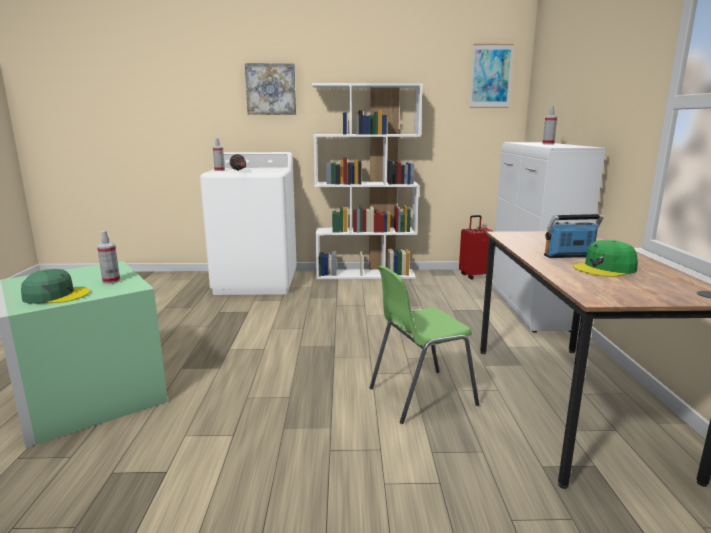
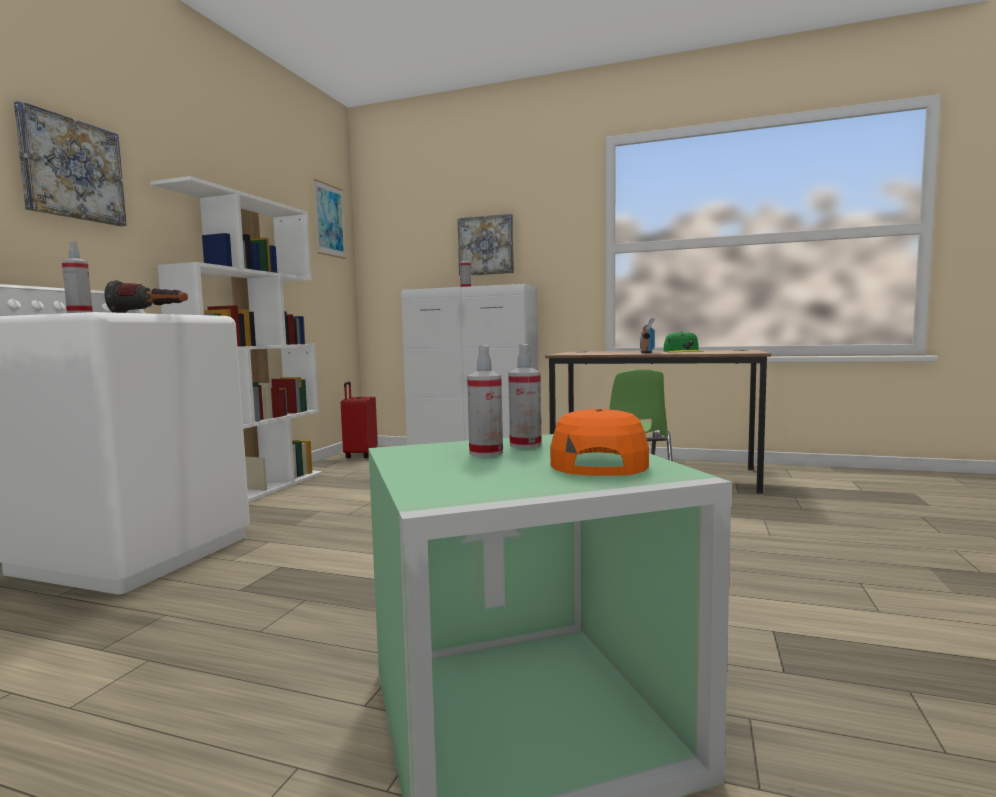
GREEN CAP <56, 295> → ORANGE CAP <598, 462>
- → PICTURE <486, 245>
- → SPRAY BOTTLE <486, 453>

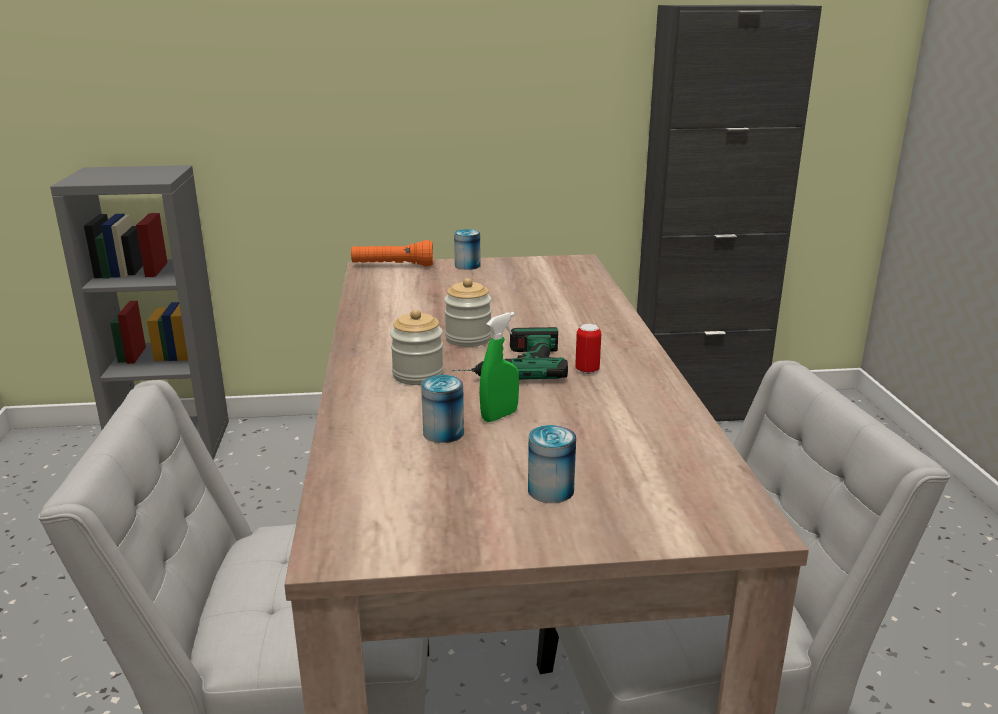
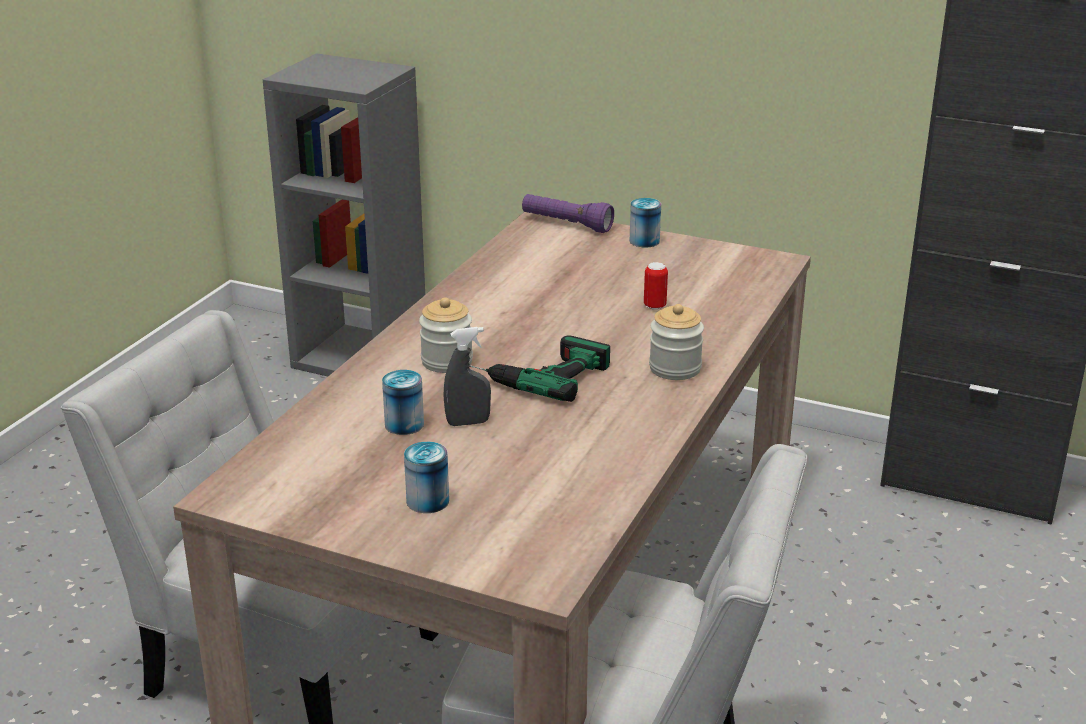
ORANGE FLASHLIGHT <392, 266> → PURPLE FLASHLIGHT <566, 224>
JAR <468, 338> → JAR <675, 368>, move
GREEN SPRAY BOTTLE <499, 416> → GREY SPRAY BOTTLE <468, 422>
CAN <587, 370> → CAN <654, 306>, move

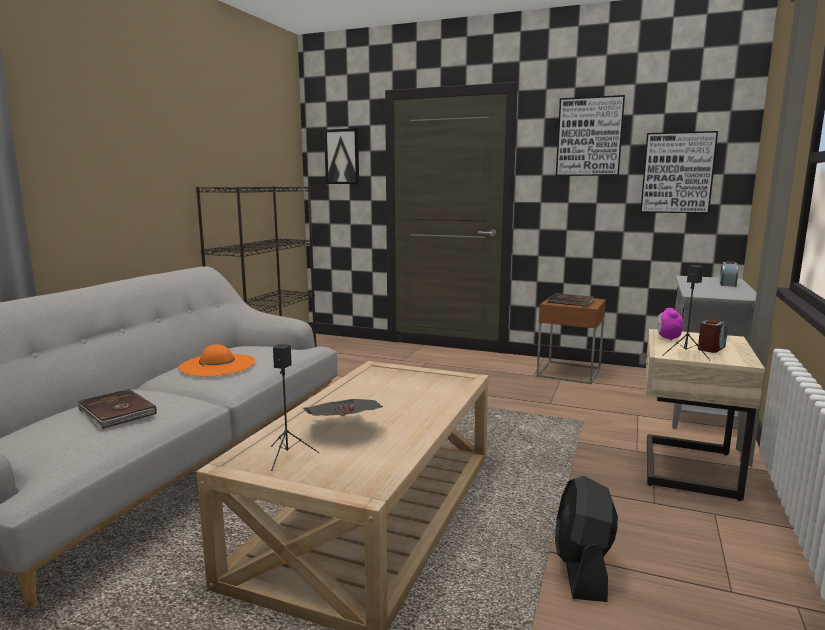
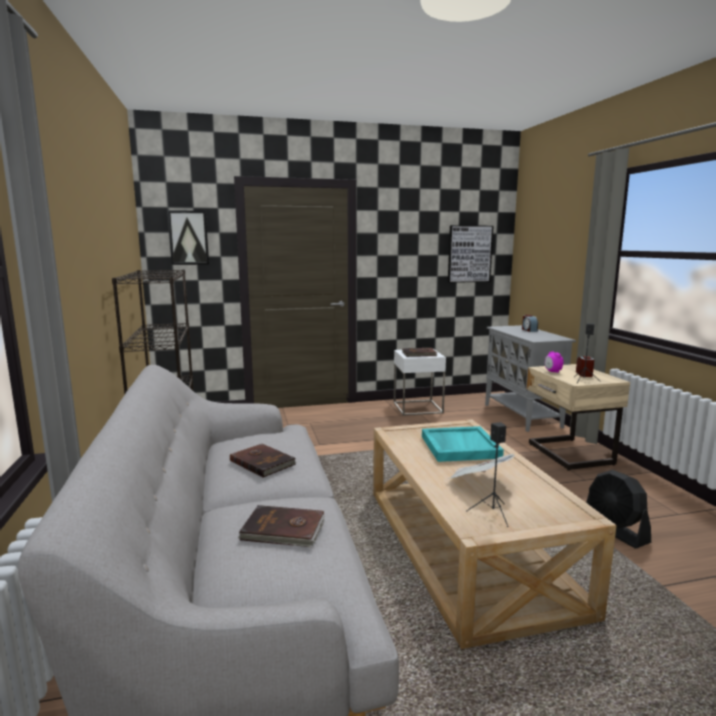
PICTURE <589, 137> → -
BROWN SIDE TABLE <569, 372> → WHITE SIDE TABLE <417, 407>
ORANGE HAT <217, 365> → BROWN BOOK <263, 462>
- → TURQUOISE TRAY <459, 446>

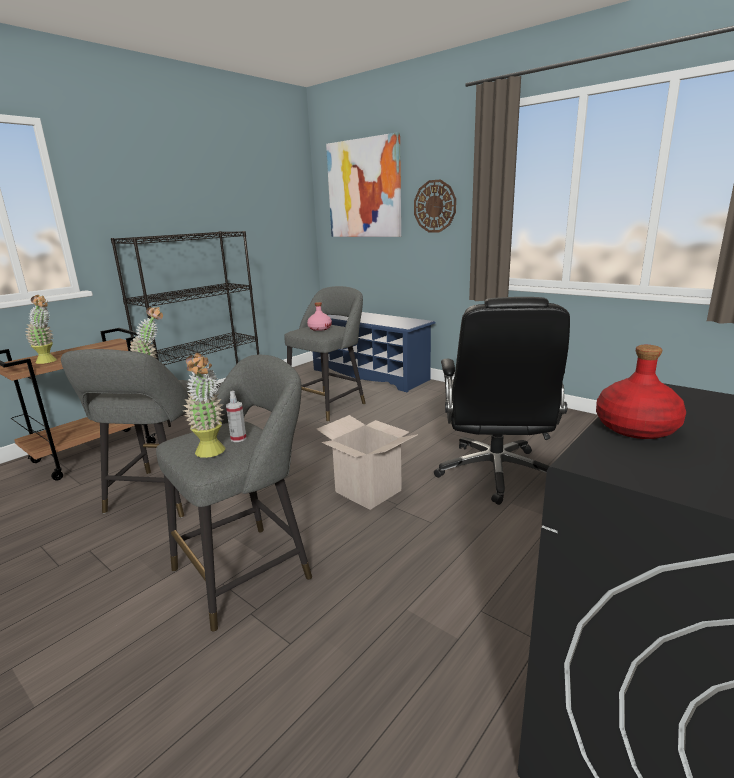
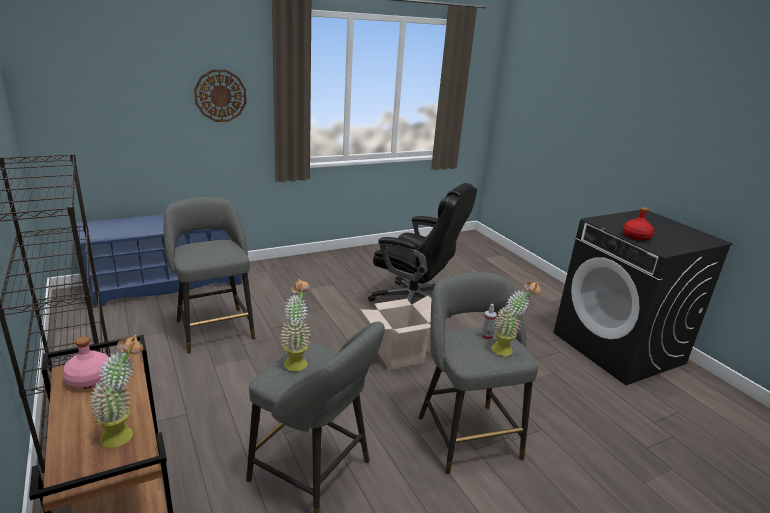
PICTURE <364, 189> → -
PINK BOTTLE <319, 328> → PINK BOTTLE <89, 379>, move

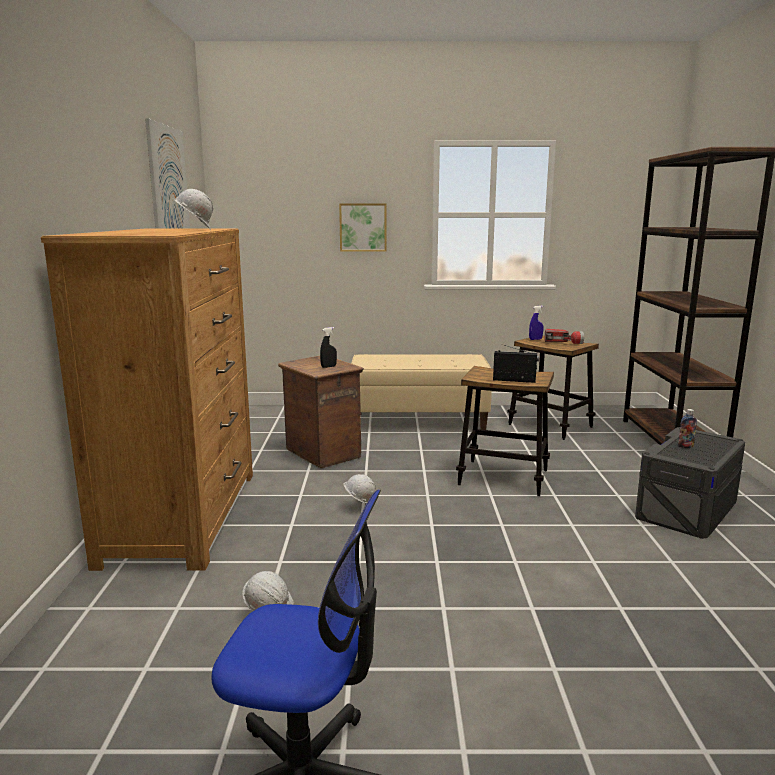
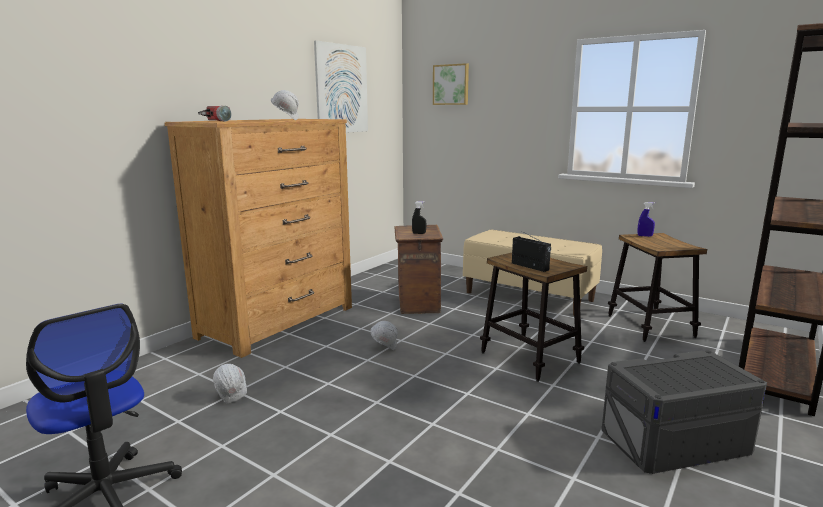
PICTURE <363, 227> → PICTURE <451, 84>, move
FLASHLIGHT <563, 343> → FLASHLIGHT <218, 121>, move
BOTTLE <685, 446> → -

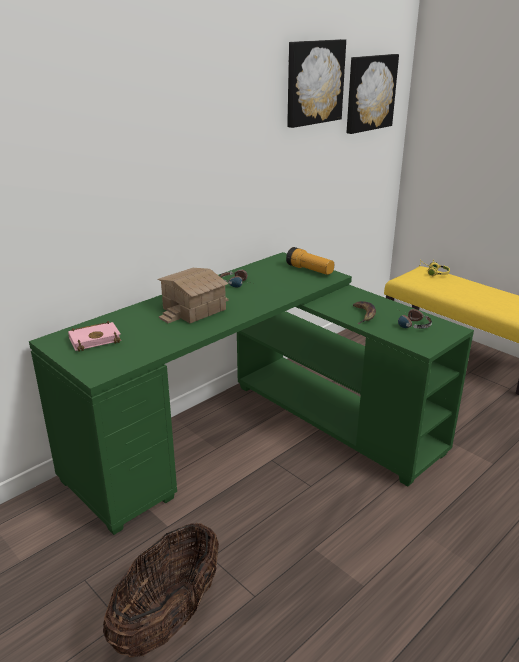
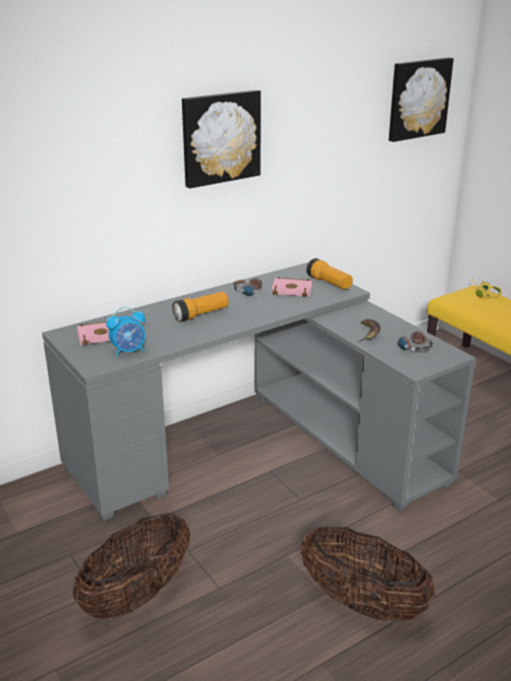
PICTURE <313, 82> → PICTURE <220, 137>, move
GREEN DESK <256, 436> → GREY DESK <260, 447>
TOY HOUSE <195, 309> → FLASHLIGHT <201, 315>
- → PINK BOOK <293, 290>
- → ALARM CLOCK <129, 351>
- → BASKET <362, 603>

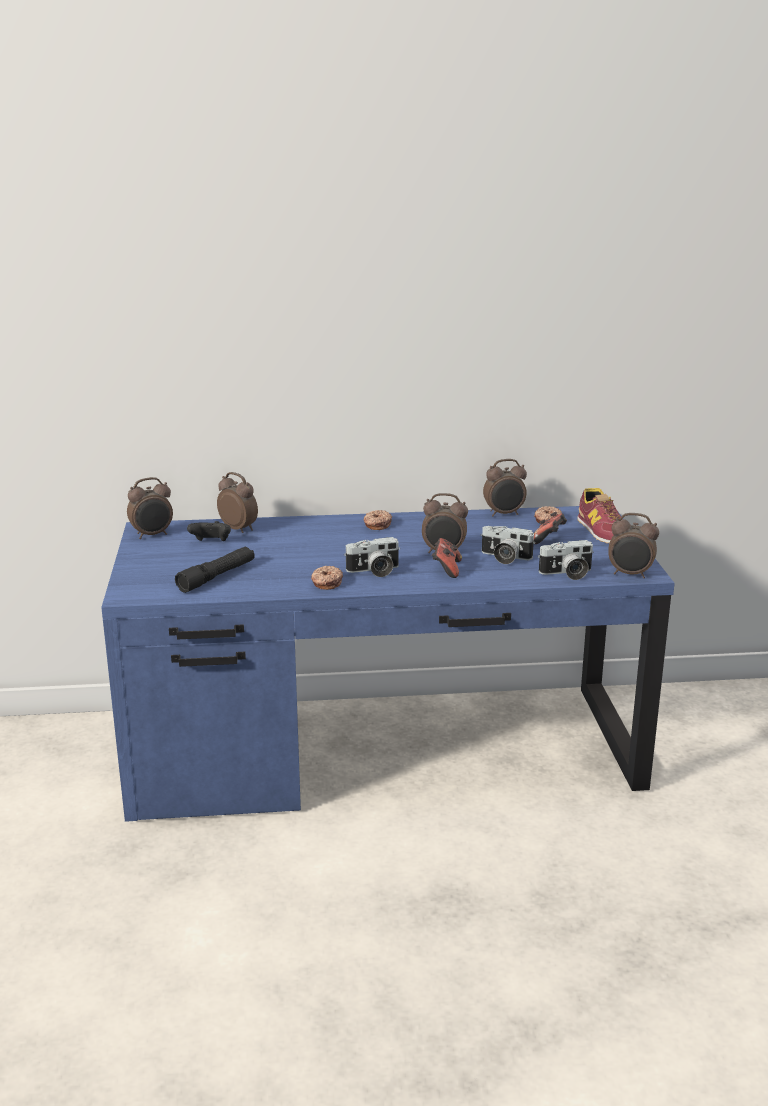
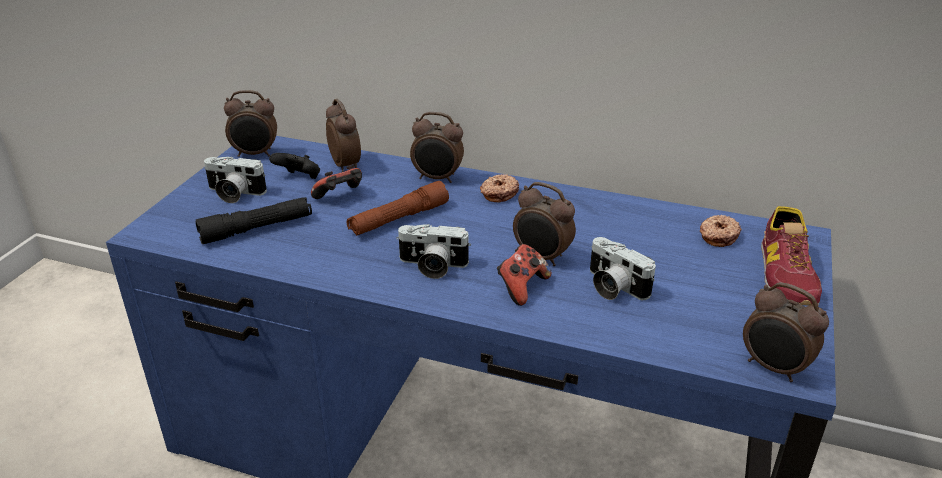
ALARM CLOCK <504, 514> → ALARM CLOCK <437, 178>, move
GAME CONTROLLER <548, 540> → GAME CONTROLLER <340, 197>, move
PHOTO CAMERA <567, 574> → PHOTO CAMERA <234, 194>, move
DONUT <326, 583> → -
- → BROWN FLASHLIGHT <399, 219>

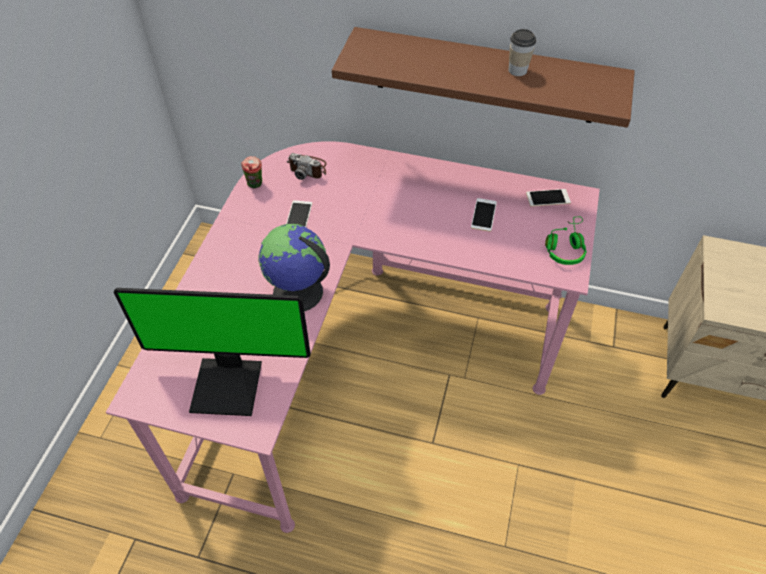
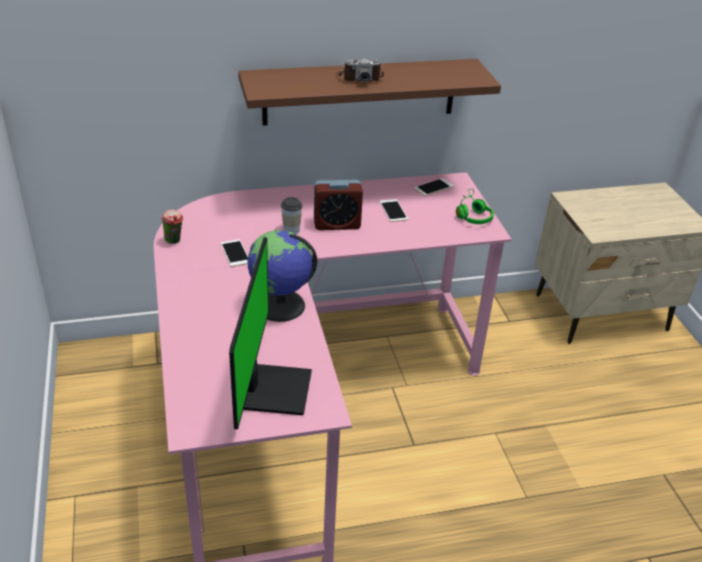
CUP <517, 70> → CUP <291, 230>, move
PHOTO CAMERA <308, 168> → PHOTO CAMERA <359, 78>, move
MONITOR <229, 384> → MONITOR <272, 389>, 60 degrees counterclockwise
- → ALARM CLOCK <337, 224>

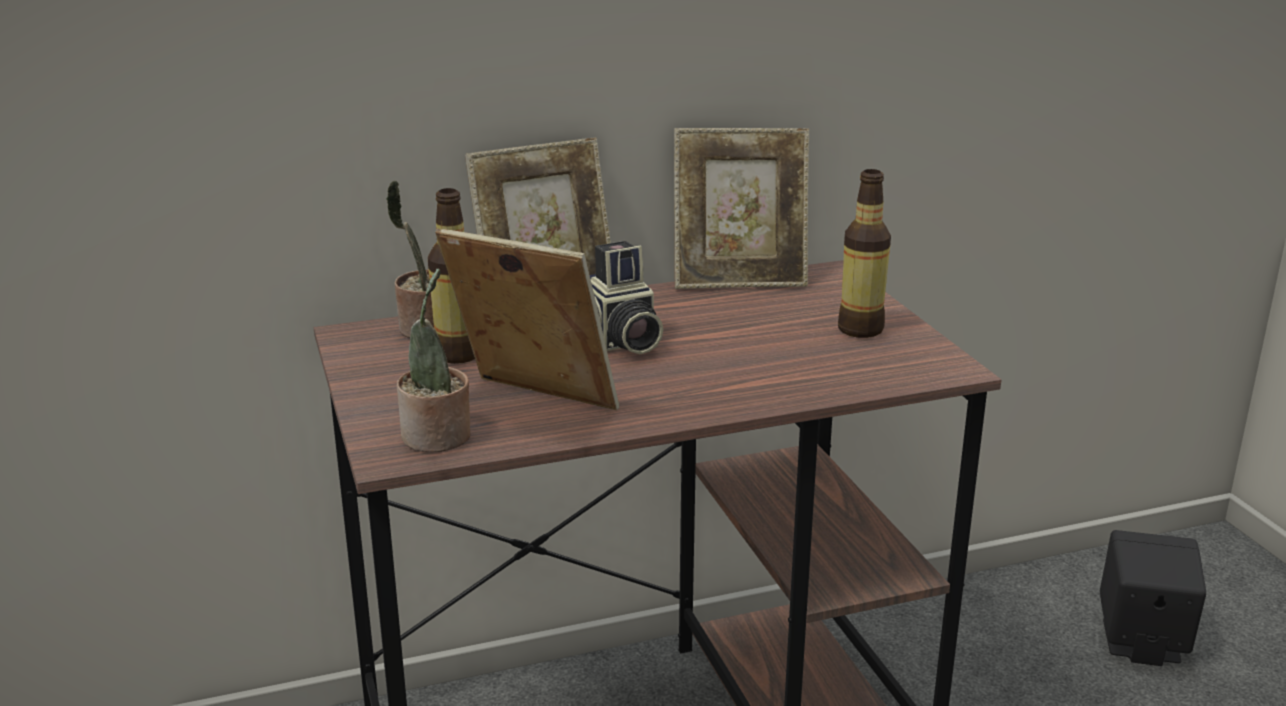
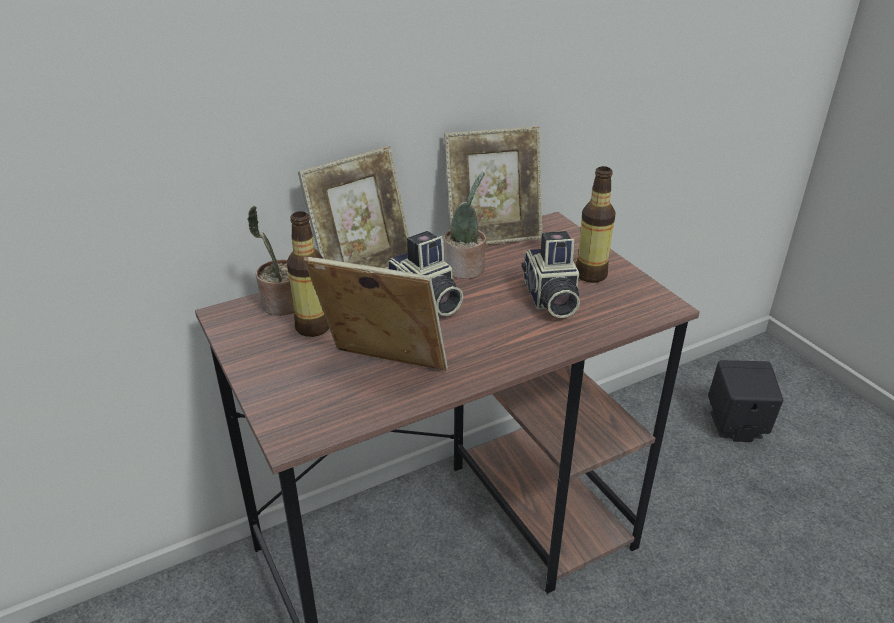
POTTED PLANT <437, 438> → POTTED PLANT <466, 269>, move
- → PHOTO CAMERA <549, 299>

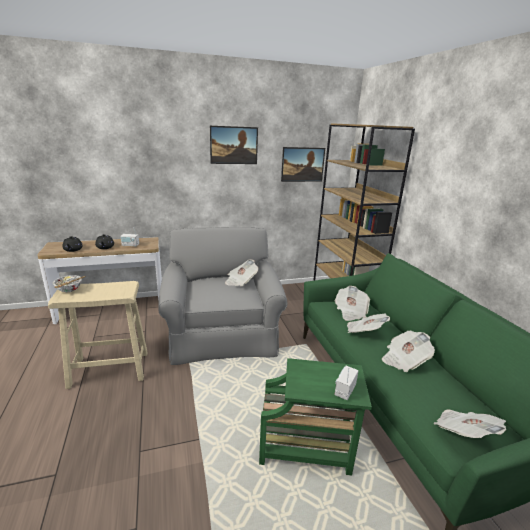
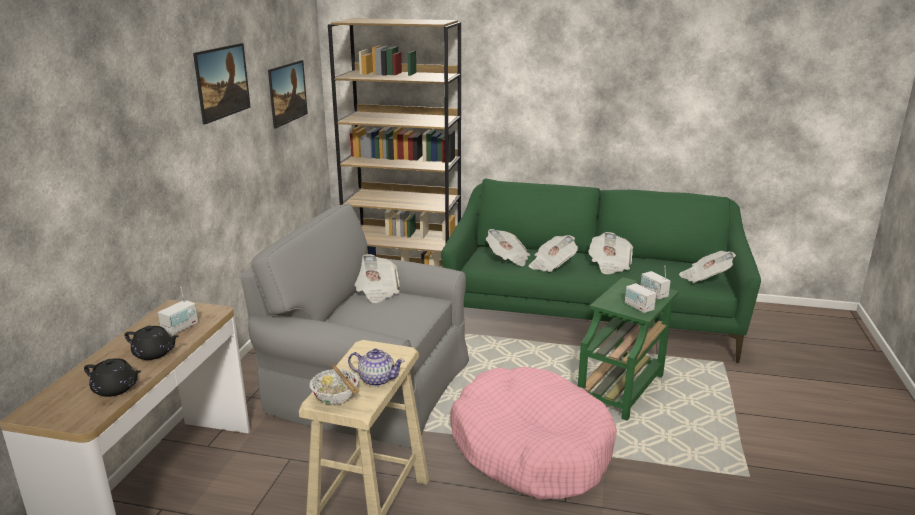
- → RADIO <638, 307>
- → TEAPOT <376, 379>
- → PINK DOG BED <530, 448>

